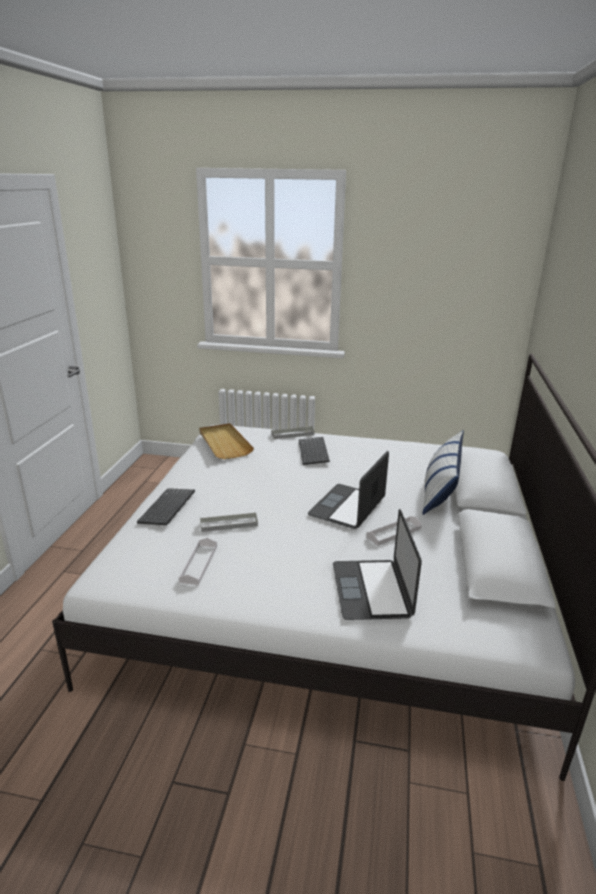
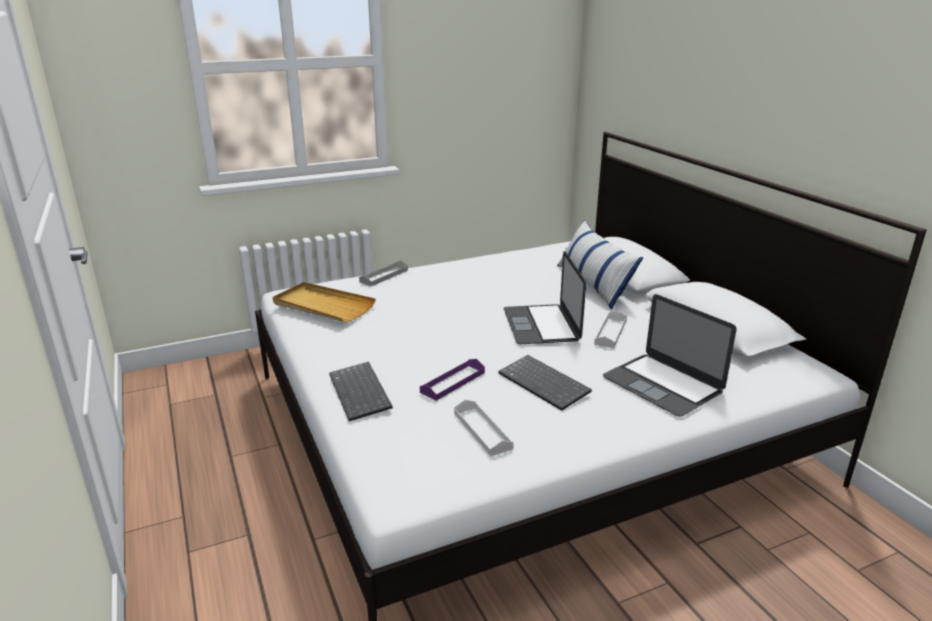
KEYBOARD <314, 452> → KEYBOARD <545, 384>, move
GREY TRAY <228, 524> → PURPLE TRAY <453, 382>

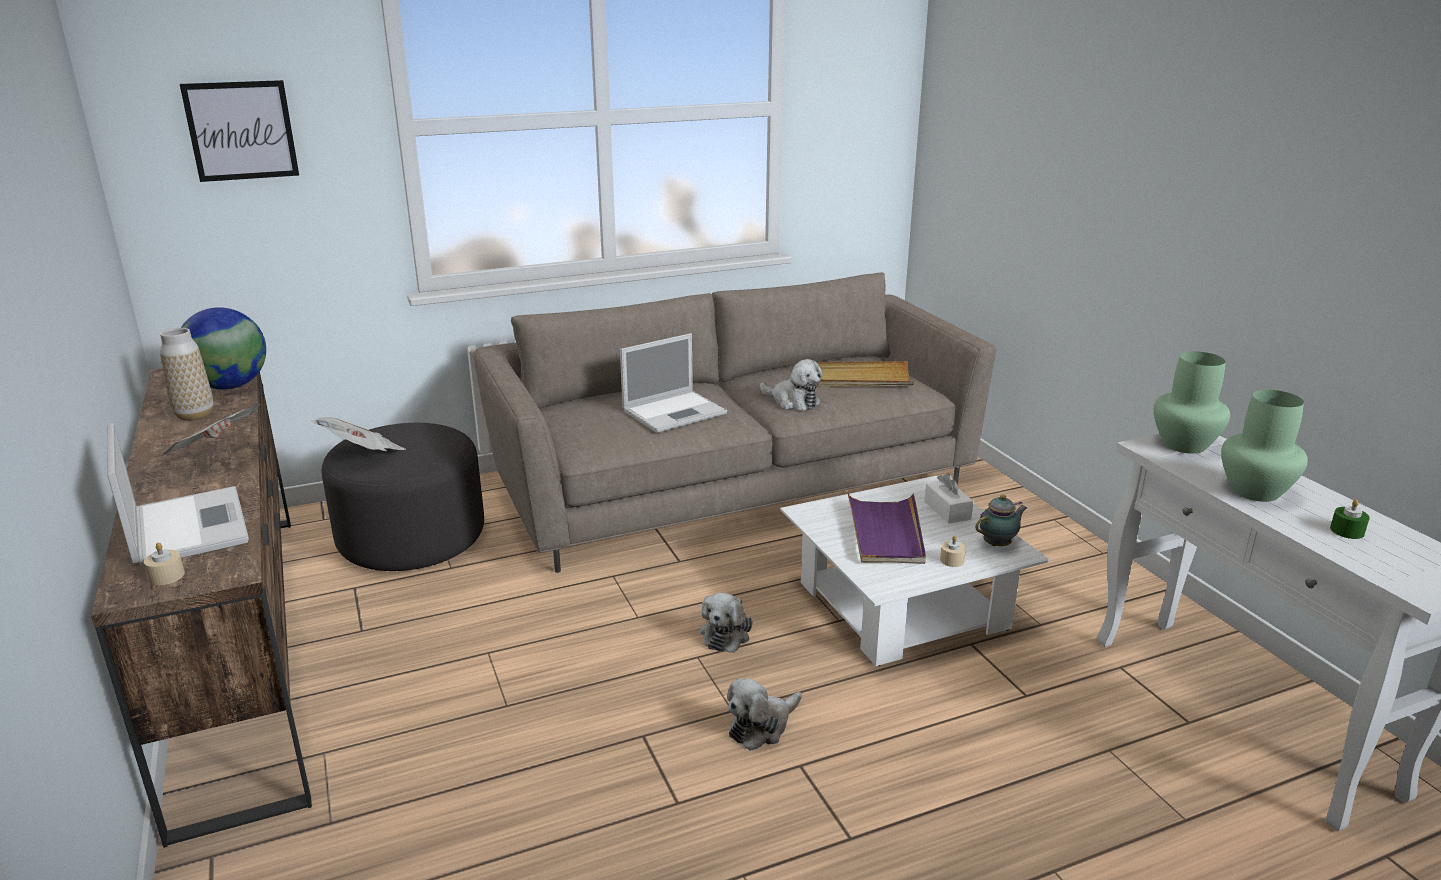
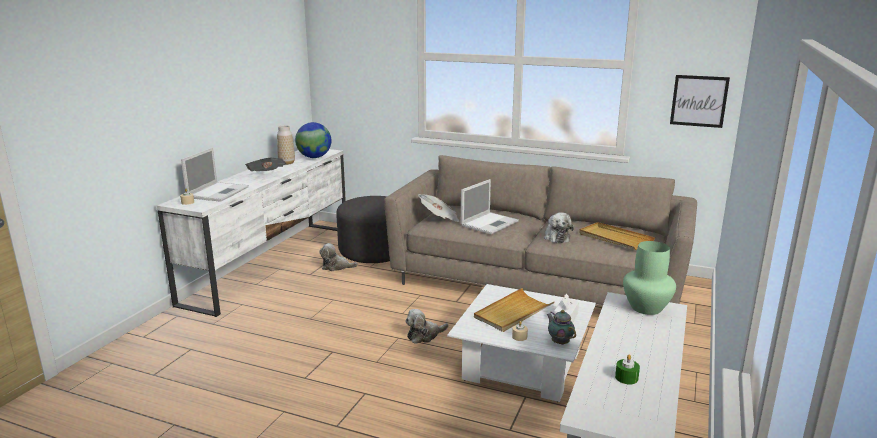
PICTURE <241, 131> → PICTURE <699, 101>, move
LAPTOP <676, 411> → LAPTOP <490, 223>, 60 degrees counterclockwise
BROWN TV STAND <242, 646> → WHITE TV STAND <272, 263>
GREEN VASE <1253, 491> → -
NEWSPAPER <363, 454> → NEWSPAPER <439, 218>, move
PURPLE TRAY <886, 532> → BEIGE TRAY <513, 313>
TEAPOT <998, 544> → TEAPOT <559, 342>, 135 degrees counterclockwise
PLUSH TOY <761, 726> → PLUSH TOY <336, 267>, move

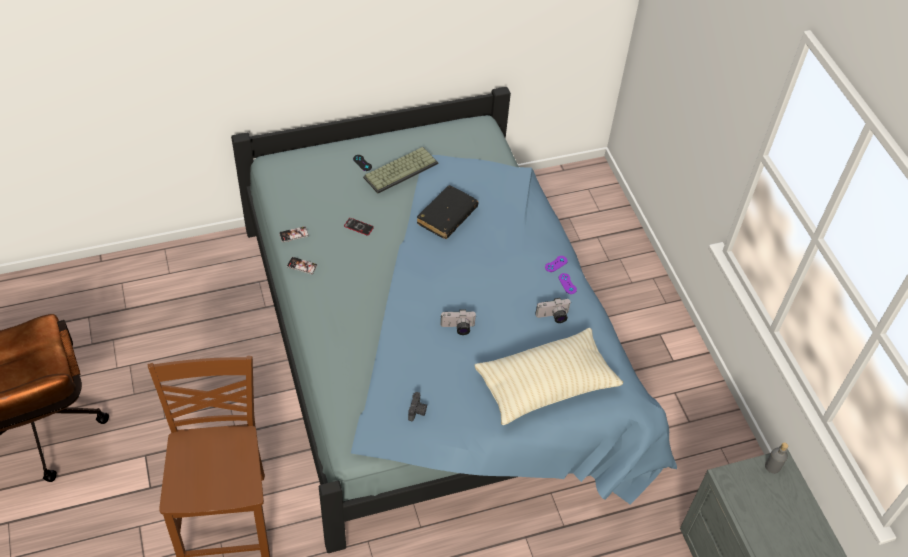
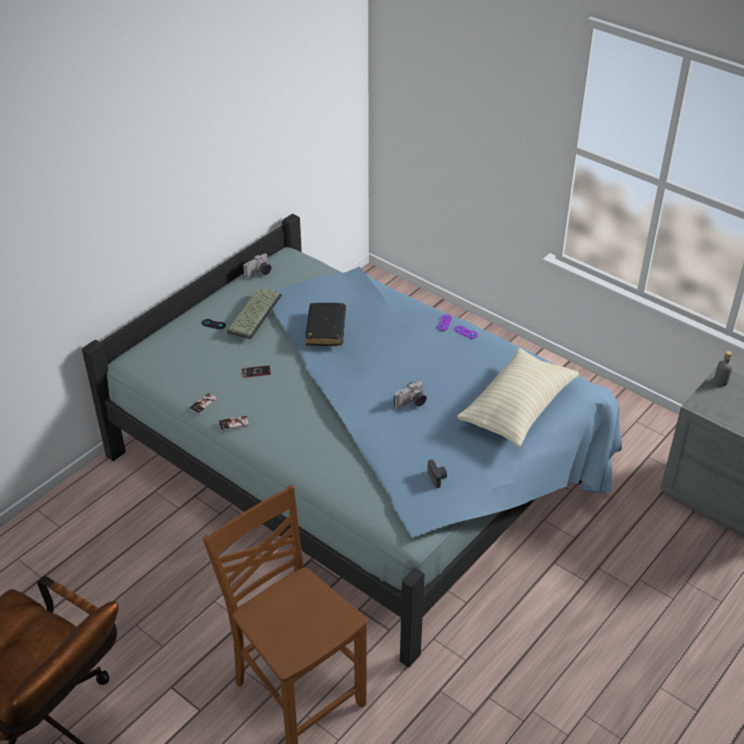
PHOTO CAMERA <553, 317> → PHOTO CAMERA <259, 273>, move

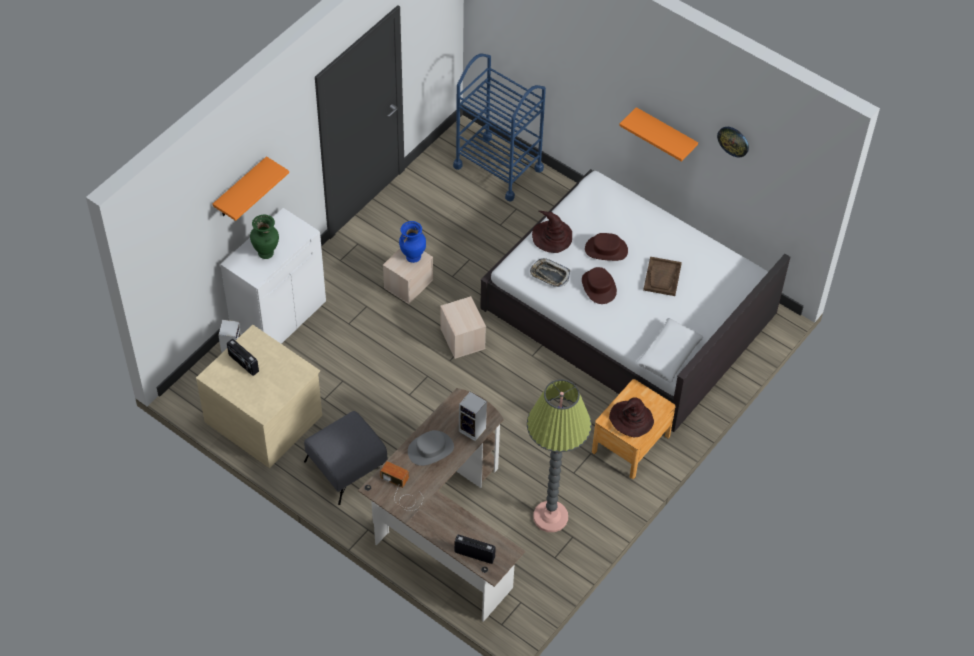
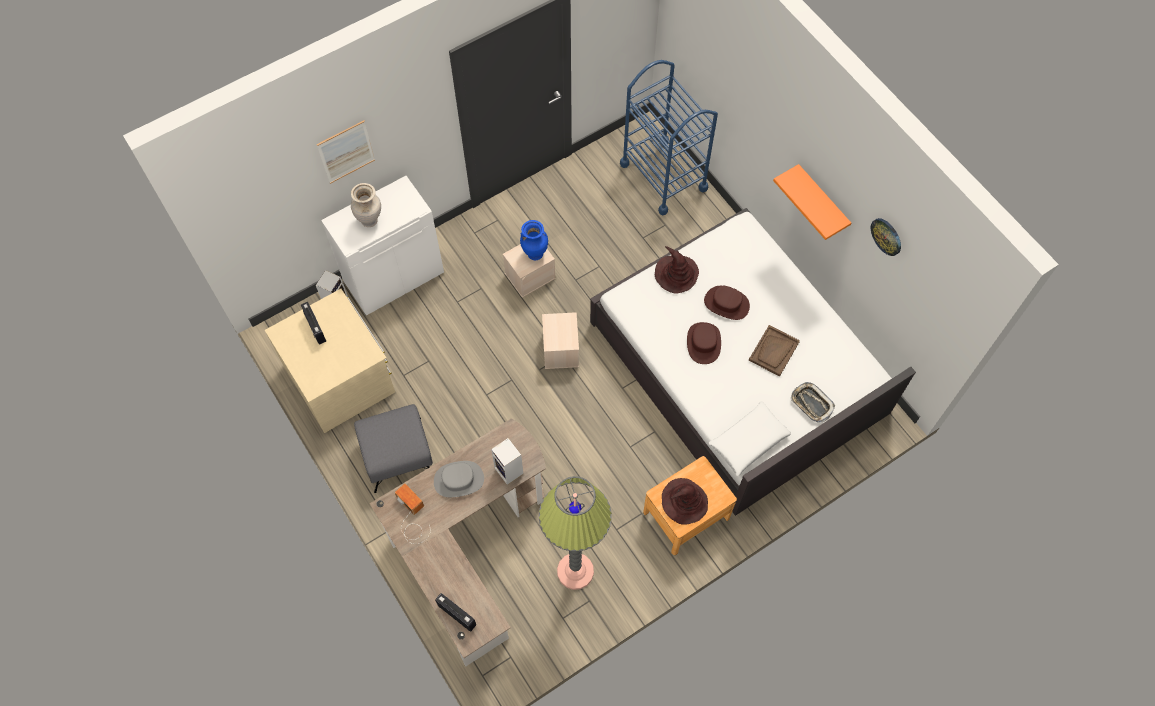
ORANGE SHELF <240, 189> → PICTURE <346, 152>
GREEN VASE <266, 253> → BEIGE VASE <370, 220>
TRAY <549, 275> → TRAY <811, 403>, move

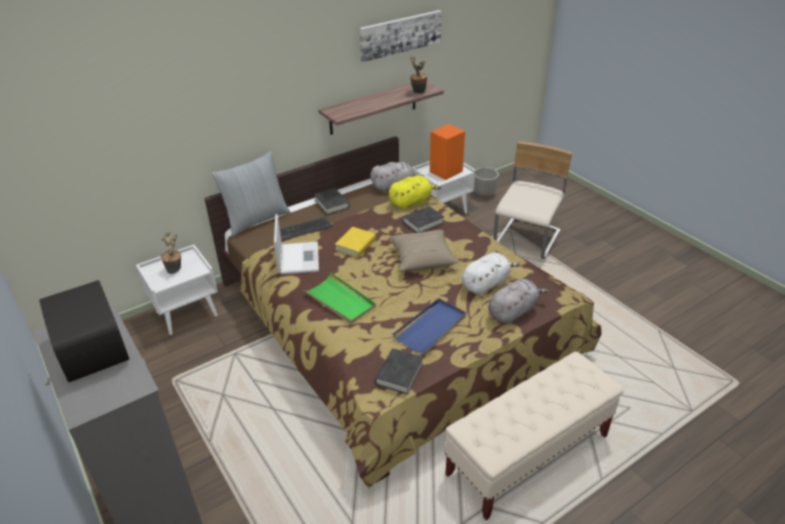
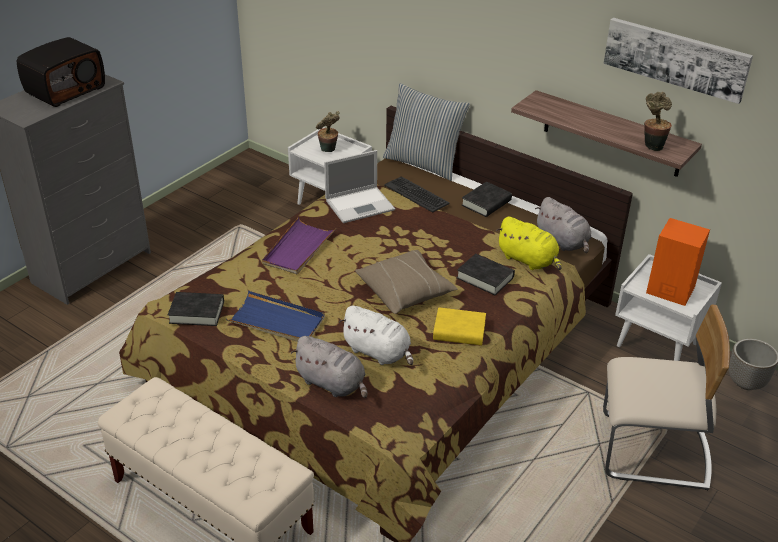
YELLOW BOOK <355, 245> → YELLOW BOOK <459, 331>, move
GREEN TRAY <340, 300> → PURPLE TRAY <298, 249>

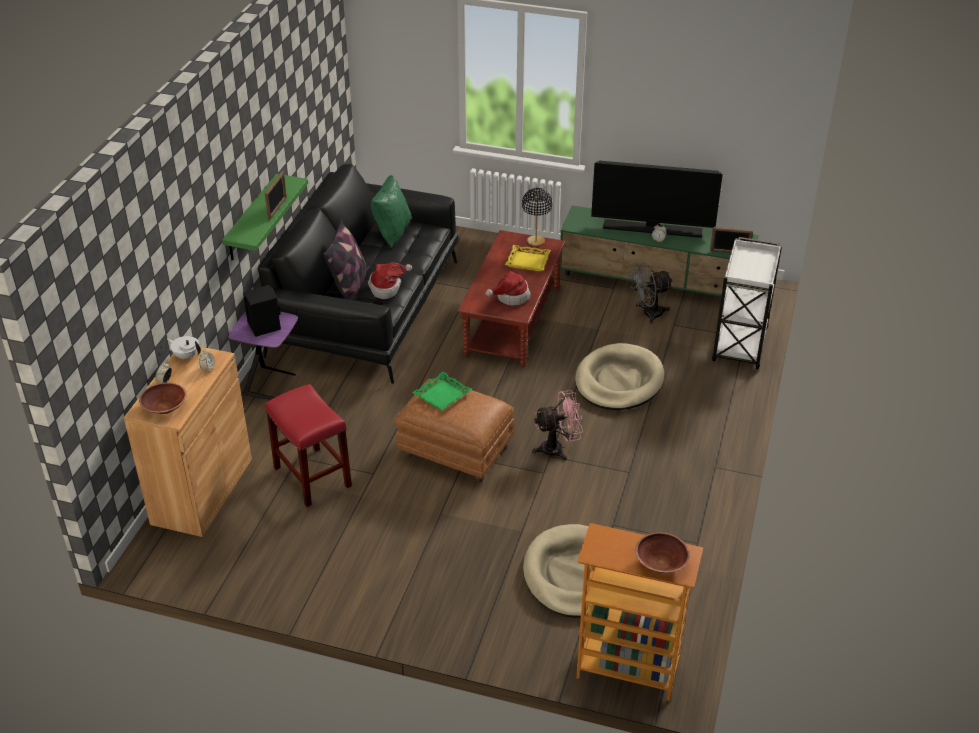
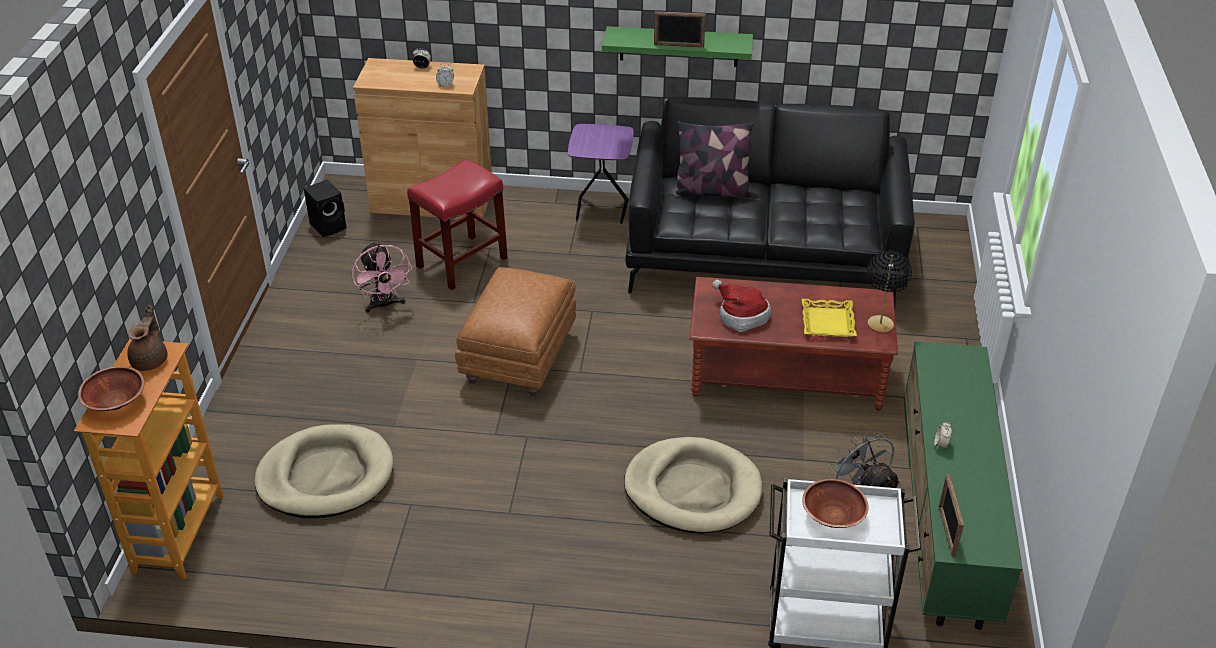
TELEVISION <653, 228> → -
GREEN PILLOW <392, 232> → -
HAT <387, 287> → -
BLACK SPEAKER <264, 326> → BLACK SPEAKER <329, 226>, move
WHITE TEAPOT <186, 355> → -
GREEN TRAY <442, 395> → -
BROWN BOWL <164, 408> → BROWN BOWL <832, 516>, move
PINK FAN <558, 448> → PINK FAN <384, 305>, move
- → BROWN TEAPOT <151, 360>

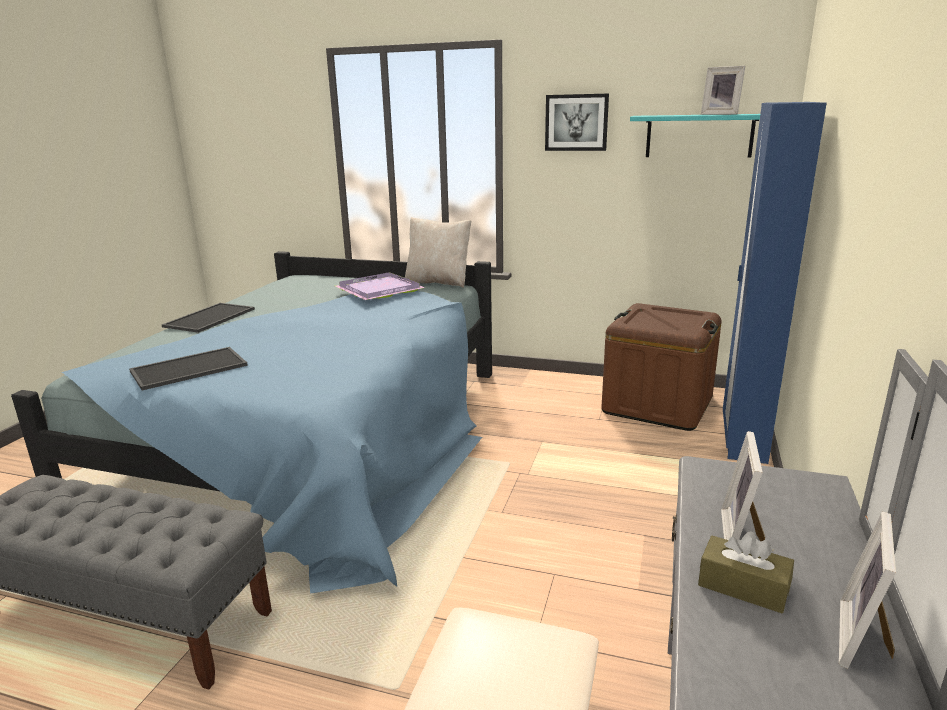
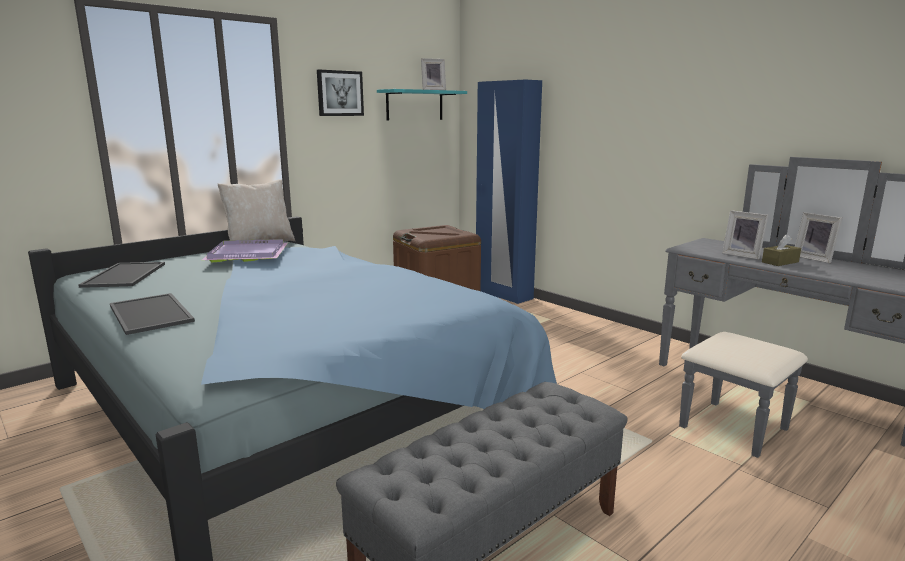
TRAY <188, 369> → TRAY <126, 275>, move

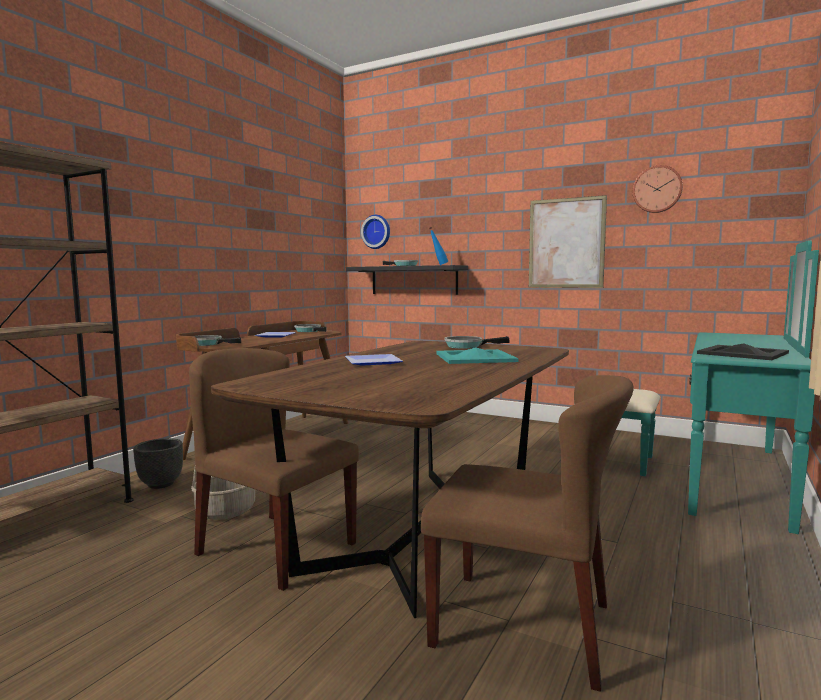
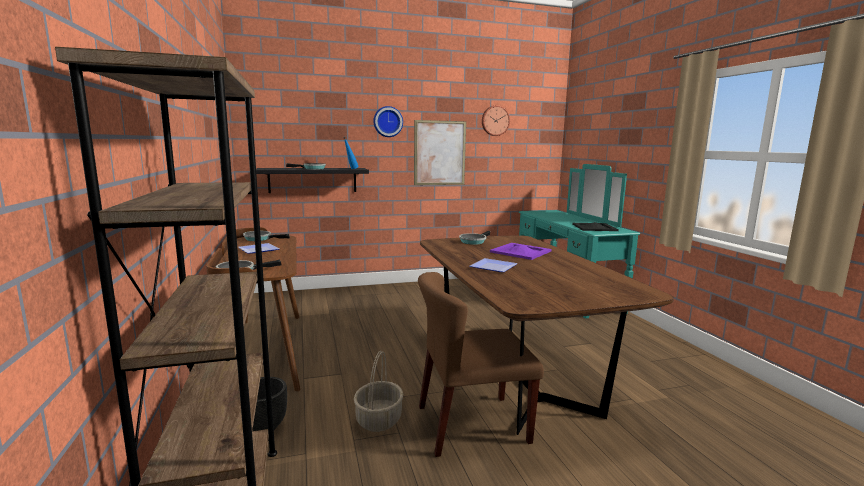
WALL CLOCK <377, 232> → WALL CLOCK <387, 121>, move
TURQUOISE TRAY <474, 357> → PURPLE TRAY <521, 252>
BROWN CHAIR <524, 624> → -

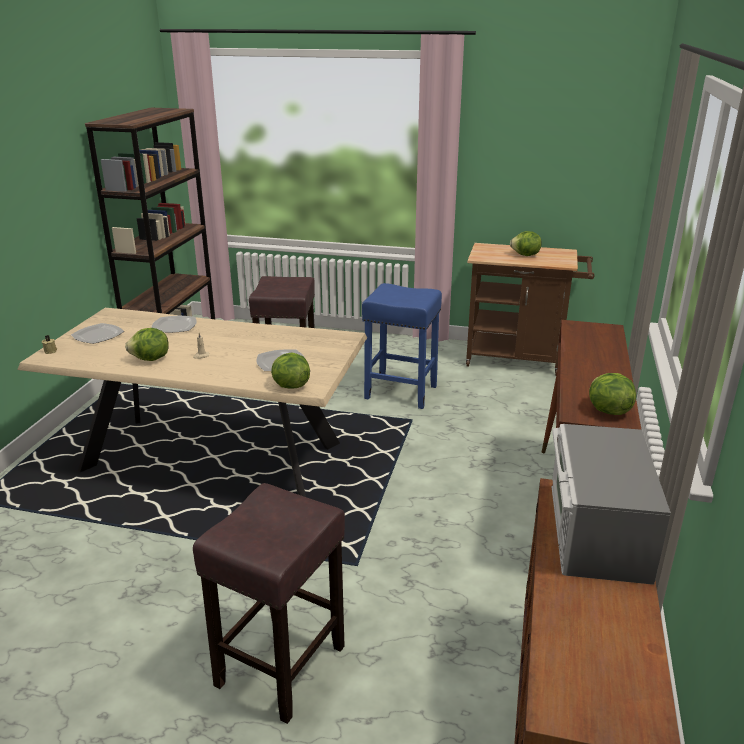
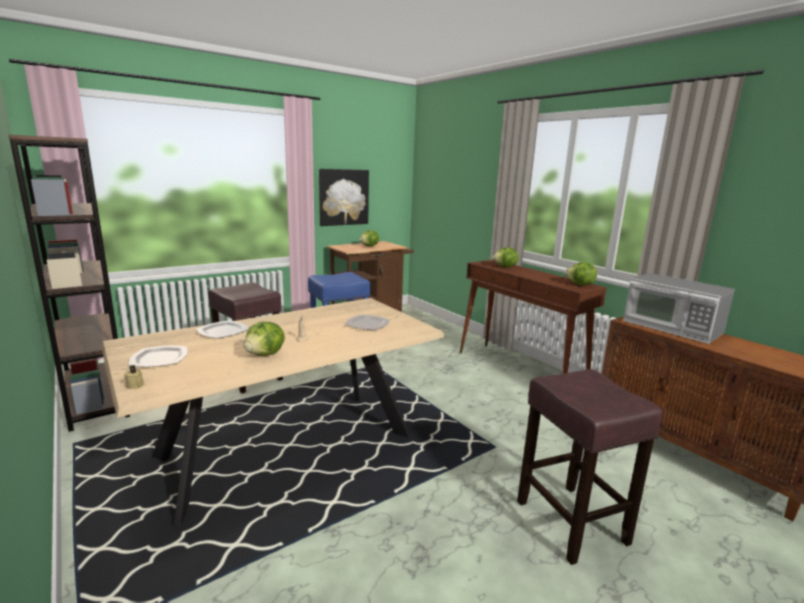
LETTUCE <290, 386> → LETTUCE <505, 267>, move
- → PICTURE <343, 197>

